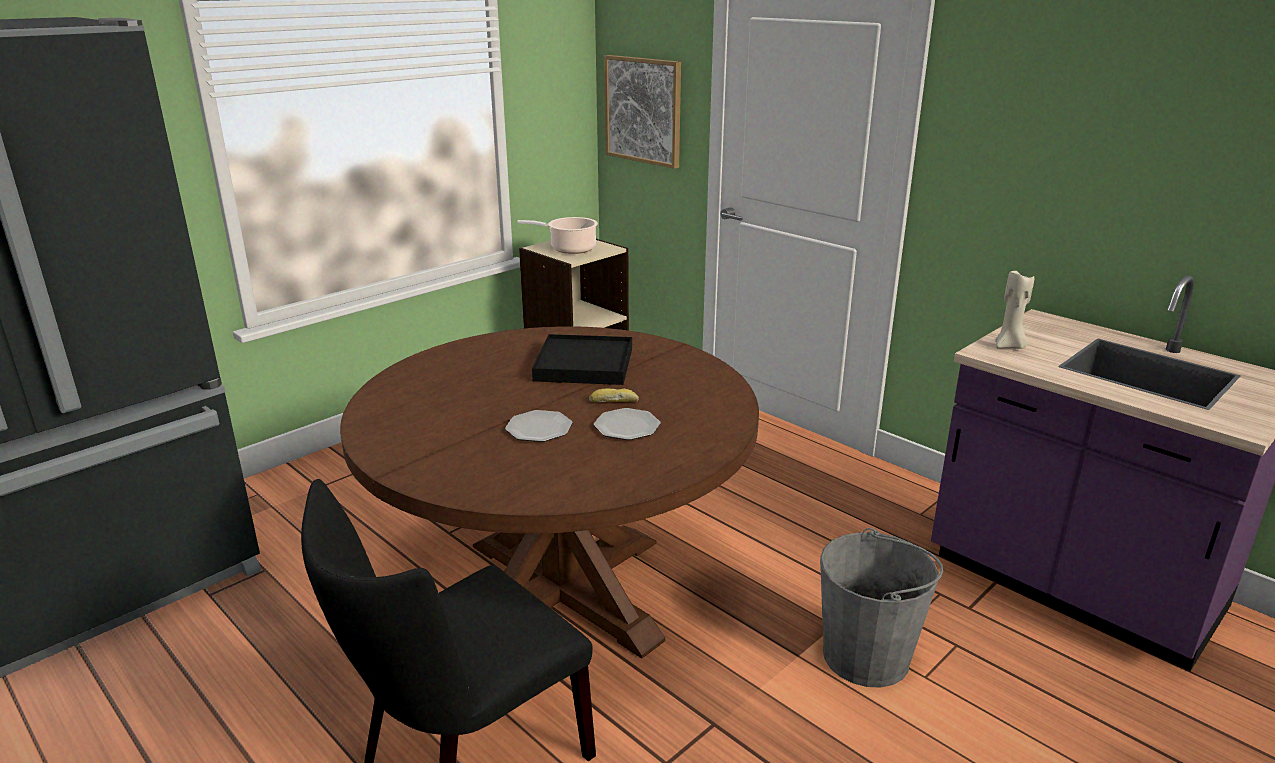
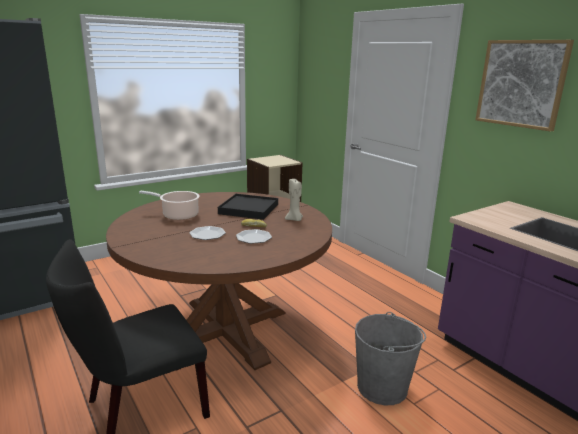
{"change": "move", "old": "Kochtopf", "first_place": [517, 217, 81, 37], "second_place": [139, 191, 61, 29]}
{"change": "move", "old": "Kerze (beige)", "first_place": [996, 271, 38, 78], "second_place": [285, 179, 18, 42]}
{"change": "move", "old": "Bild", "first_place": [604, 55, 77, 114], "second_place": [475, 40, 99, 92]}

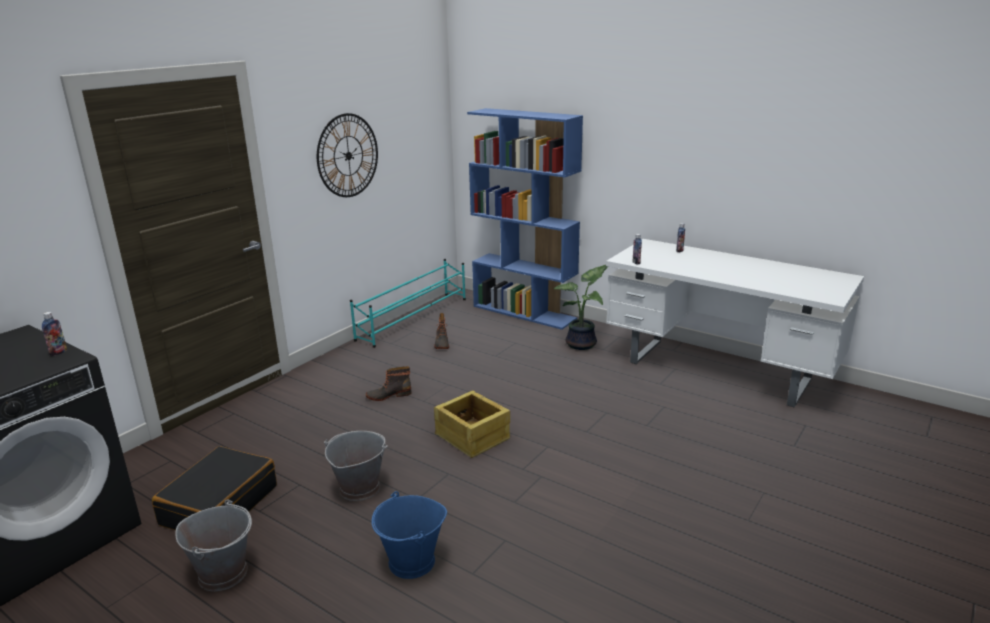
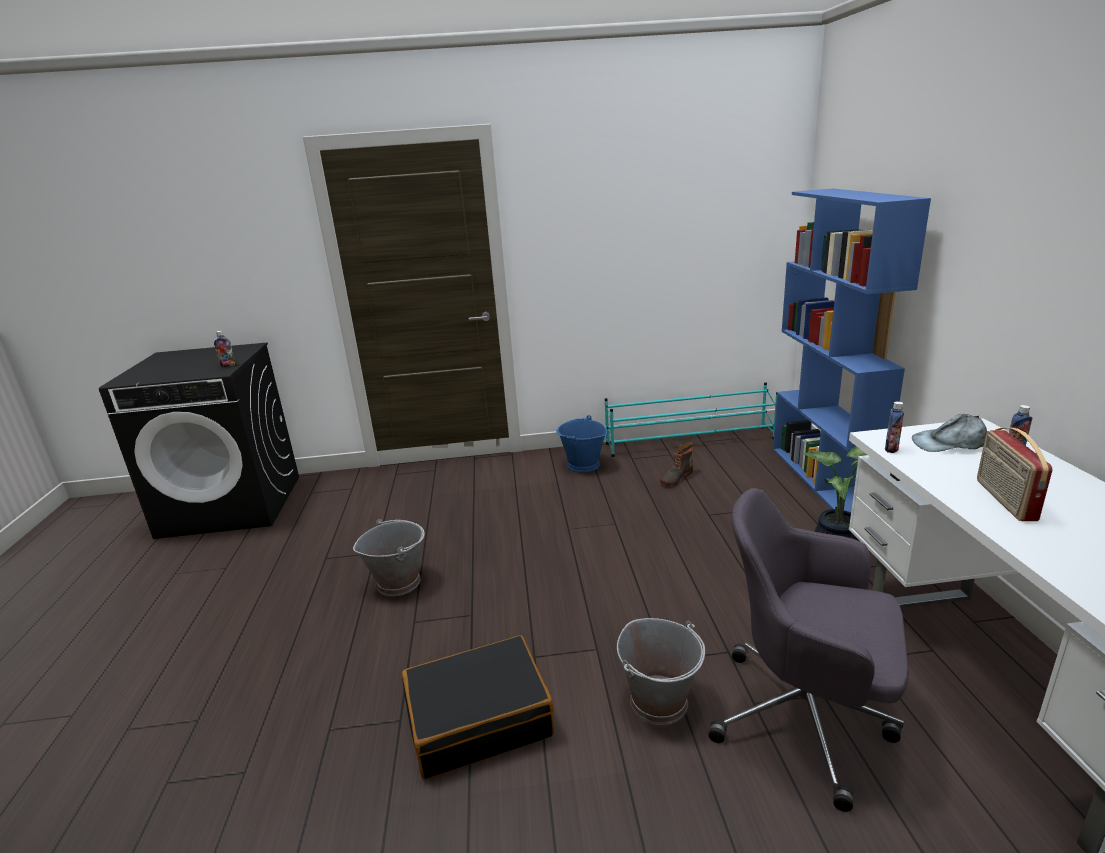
{"change": "move", "old": "Koffer (schwarz)", "first_place": [152, 446, 125, 84], "second_place": [402, 635, 152, 145]}
{"change": "move", "old": "Eimer (blau)", "first_place": [371, 491, 76, 88], "second_place": [557, 415, 50, 58]}
{"change": "move", "old": "Eimer (grau)", "first_place": [175, 499, 77, 92], "second_place": [617, 618, 88, 107]}
{"change": "insert", "new": "Bürostuhl (grau)", "second_place": [708, 488, 201, 324]}
{"change": "insert", "new": "Kappe (grau)", "second_place": [912, 414, 75, 38]}
{"change": "insert", "new": "Radio", "second_place": [977, 427, 75, 94]}
{"change": "delete", "old": "Wanduhr", "first_place": [317, 113, 61, 84]}
{"change": "delete", "old": "Stiefel", "first_place": [366, 366, 45, 35]}
{"change": "delete", "old": "Kiste", "first_place": [434, 390, 76, 68]}

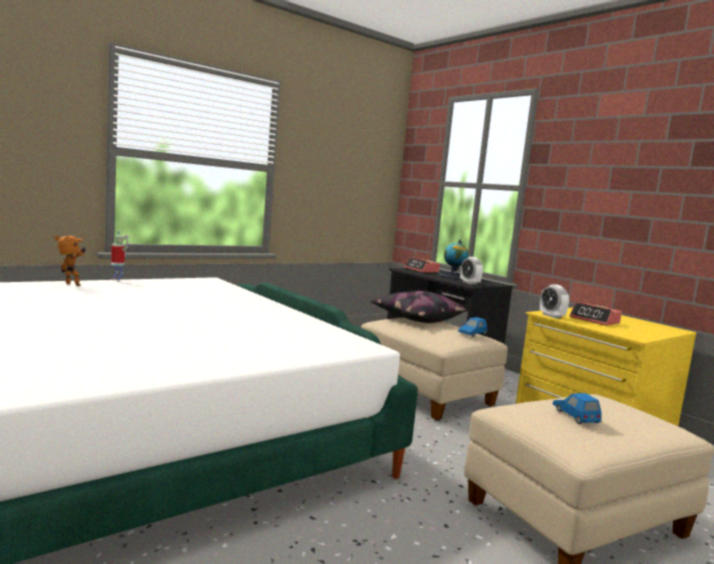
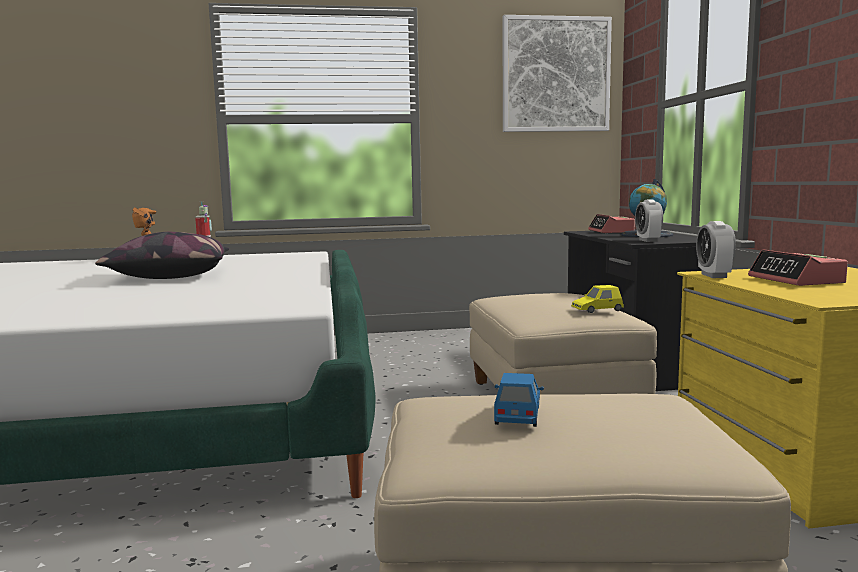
{"change": "move", "old": "Kissen", "first_place": [370, 291, 97, 32], "second_place": [95, 232, 134, 47]}
{"change": "insert", "new": "Bild", "second_place": [503, 15, 109, 117]}
{"change": "recolor", "old": "Spielzeugauto (blau)", "new": "Spielzeugauto (gelb)", "first_place": [458, 317, 29, 20], "second_place": [571, 285, 53, 28]}

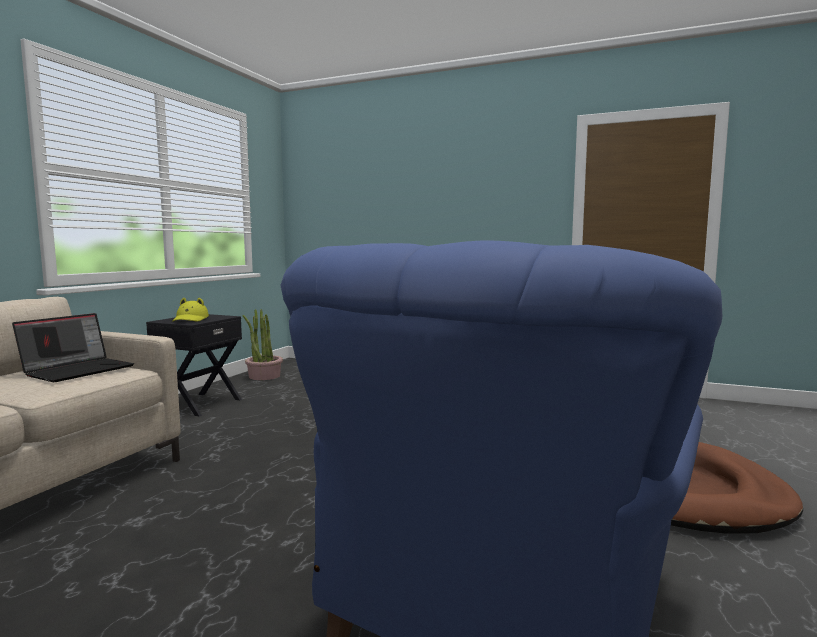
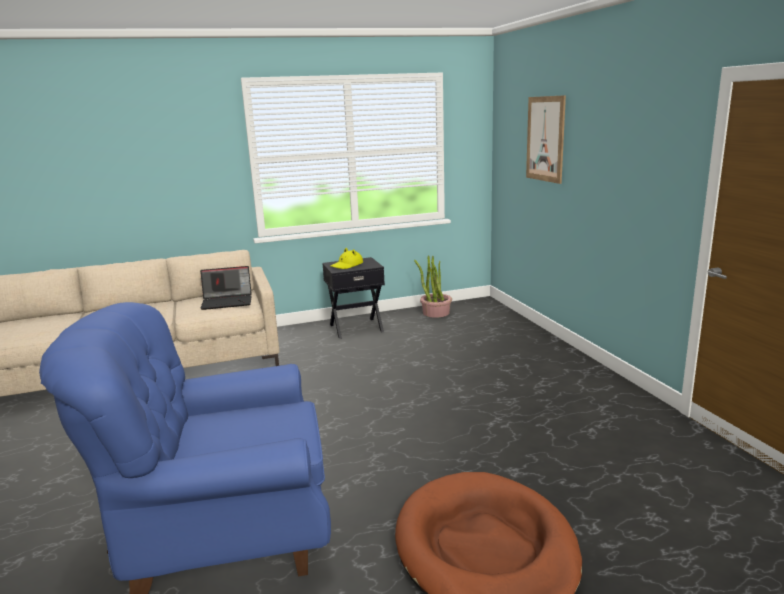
{"change": "insert", "new": "Bild", "second_place": [526, 95, 40, 89]}

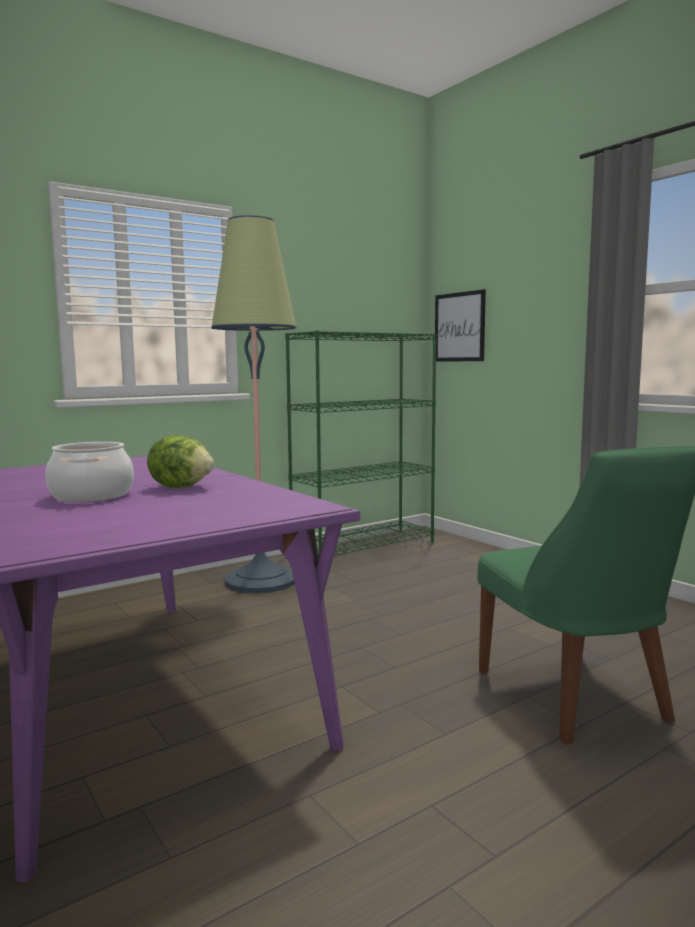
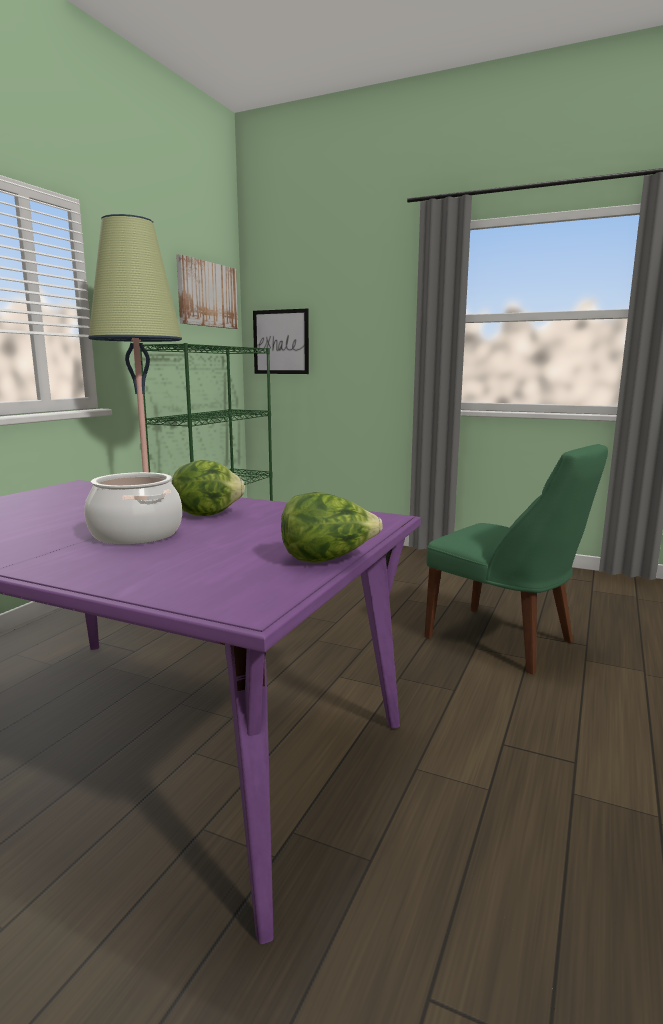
{"change": "insert", "new": "Bild", "second_place": [176, 254, 62, 75]}
{"change": "insert", "new": "Salatkopf", "second_place": [281, 492, 102, 71]}

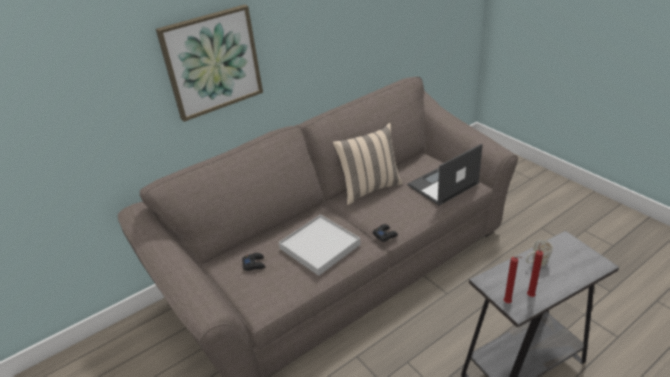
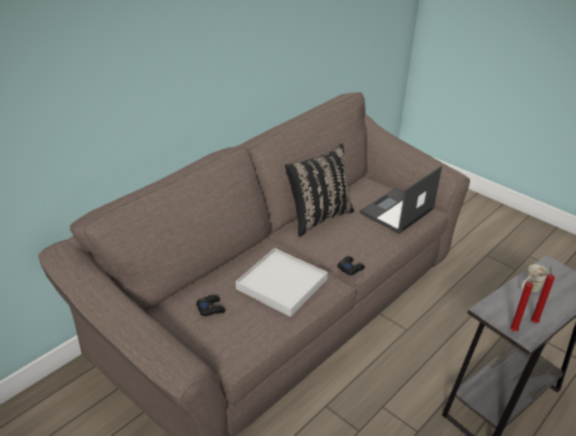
{"change": "recolor", "old": "Kissen (beige)", "new": "Kissen (schwarz)", "first_place": [332, 123, 71, 82], "second_place": [285, 143, 69, 94]}
{"change": "delete", "old": "Bild", "first_place": [156, 4, 107, 118]}

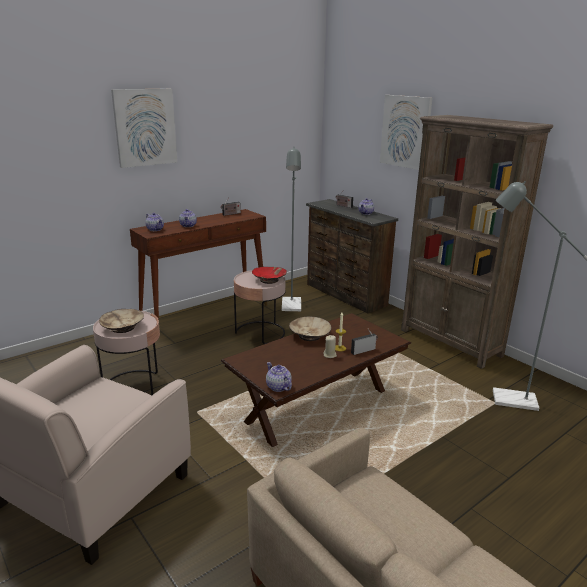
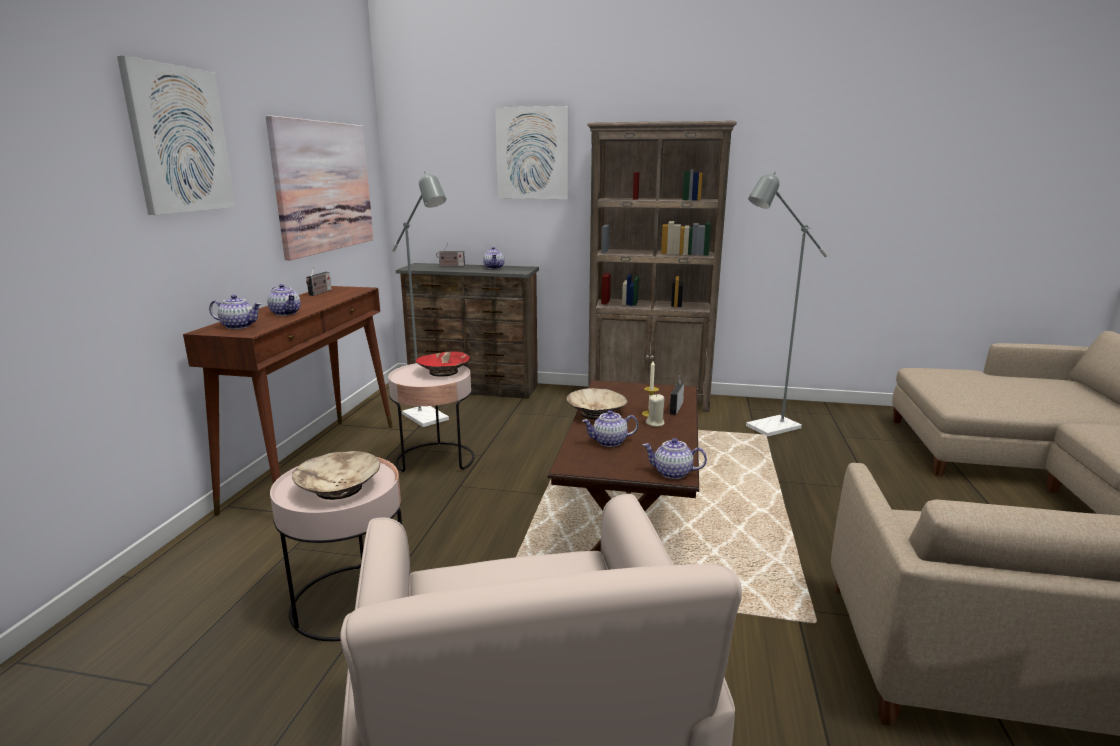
{"change": "insert", "new": "Bild", "second_place": [266, 116, 107, 144]}
{"change": "insert", "new": "Teekanne", "second_place": [582, 410, 56, 37]}

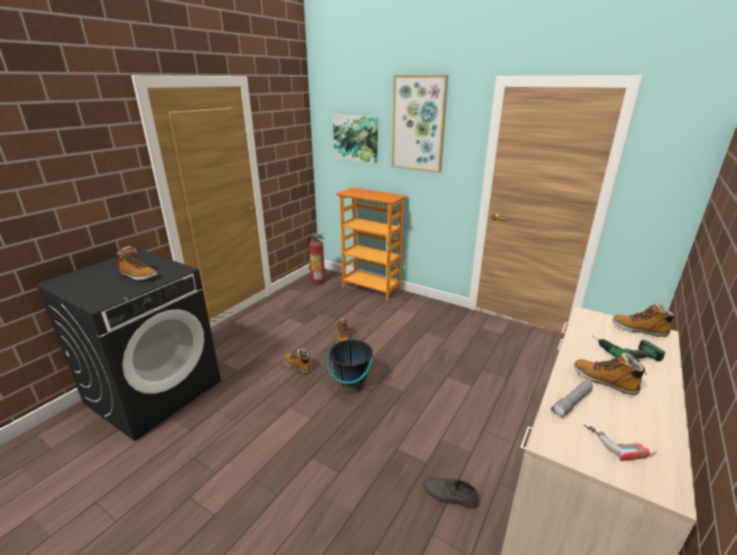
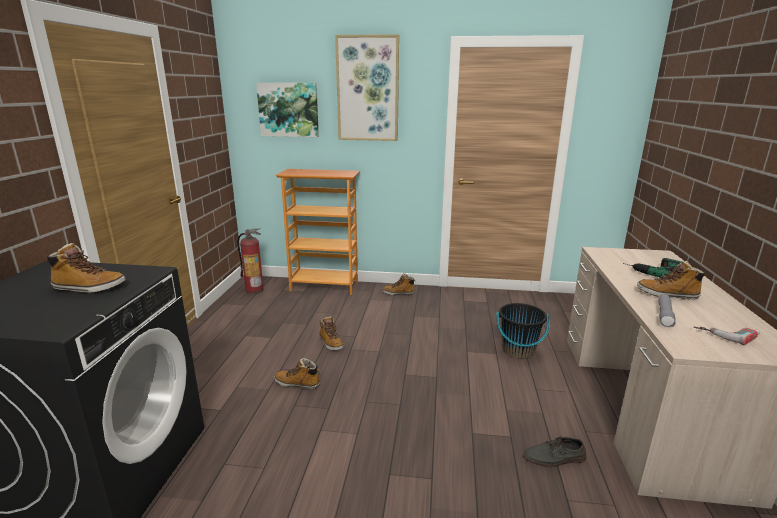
{"change": "move", "old": "Stiefel", "first_place": [612, 303, 63, 34], "second_place": [382, 273, 33, 22]}
{"change": "move", "old": "Eimer (schwarz)", "first_place": [327, 340, 46, 53], "second_place": [496, 303, 53, 56]}

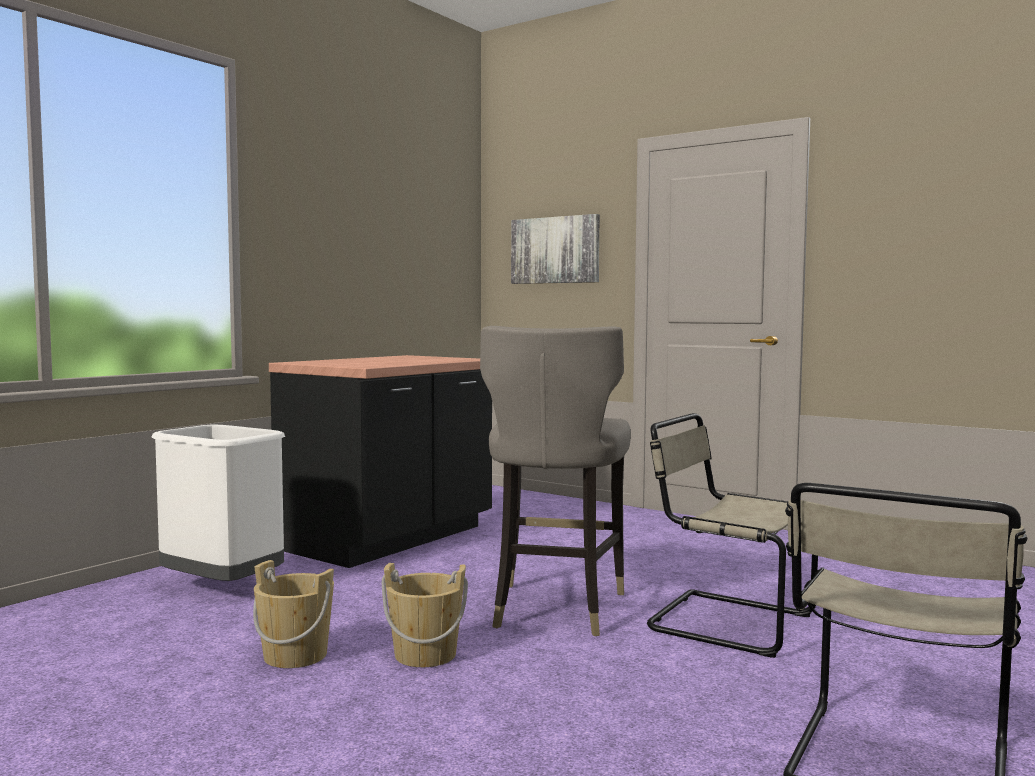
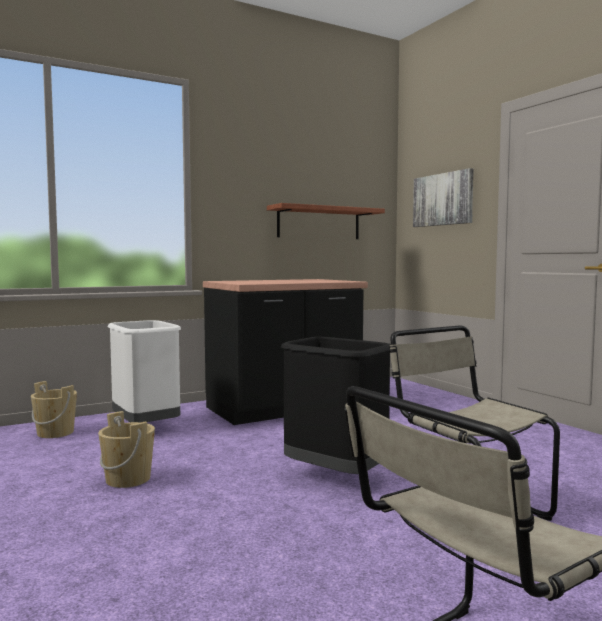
{"change": "move", "old": "Eimer (beige)", "first_place": [382, 563, 86, 104], "second_place": [31, 381, 46, 57]}
{"change": "insert", "new": "Wandregal", "second_place": [267, 203, 118, 36]}
{"change": "replace", "old": "Hocker (grau)", "new": "Mülleimer (schwarz)", "first_place": [480, 326, 151, 310], "second_place": [281, 337, 110, 137]}

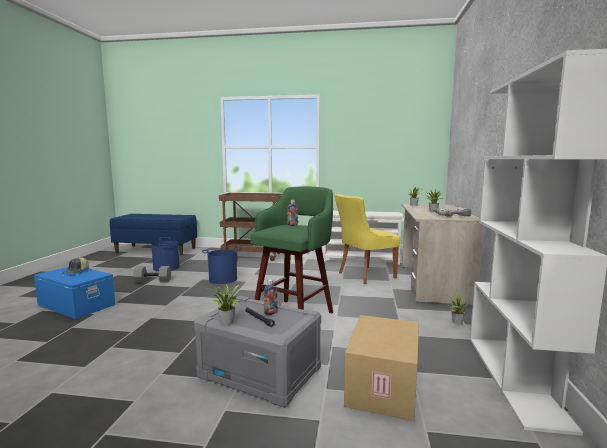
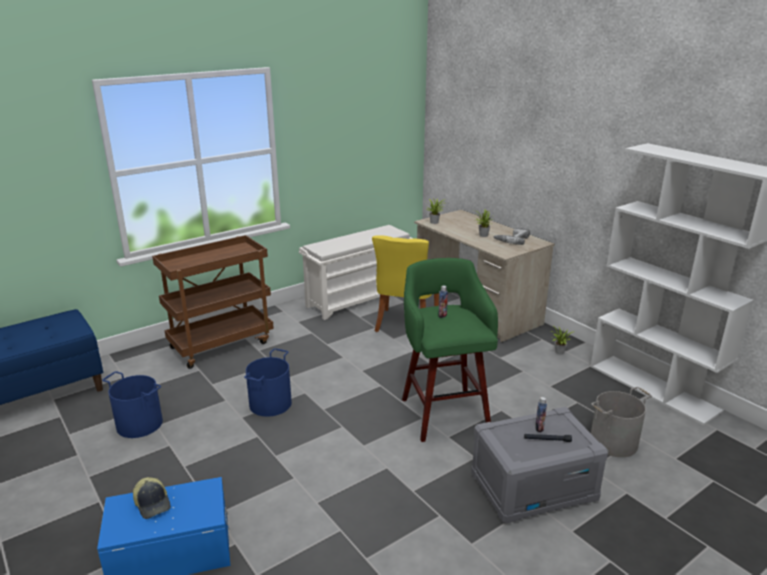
{"change": "replace", "old": "Karton", "new": "Eimer (grau)", "first_place": [344, 315, 75, 106], "second_place": [591, 387, 61, 70]}
{"change": "delete", "old": "Hantel (grau)", "first_place": [133, 266, 38, 17]}
{"change": "delete", "old": "Topfpflanze", "first_place": [208, 283, 31, 42]}

